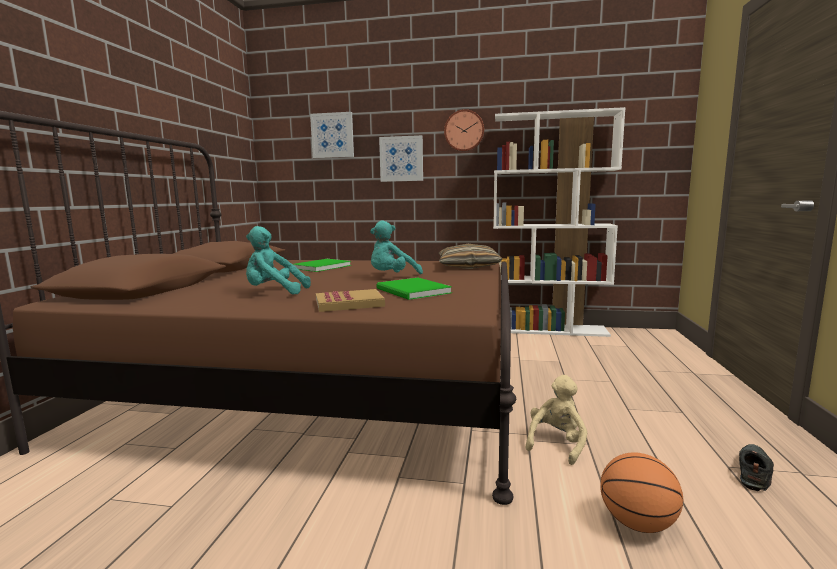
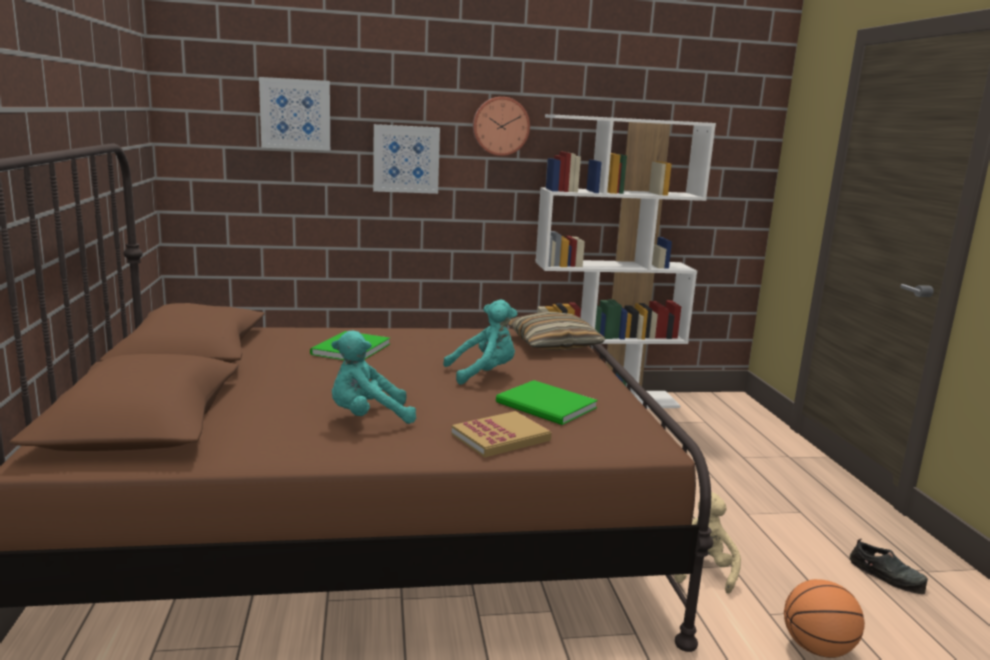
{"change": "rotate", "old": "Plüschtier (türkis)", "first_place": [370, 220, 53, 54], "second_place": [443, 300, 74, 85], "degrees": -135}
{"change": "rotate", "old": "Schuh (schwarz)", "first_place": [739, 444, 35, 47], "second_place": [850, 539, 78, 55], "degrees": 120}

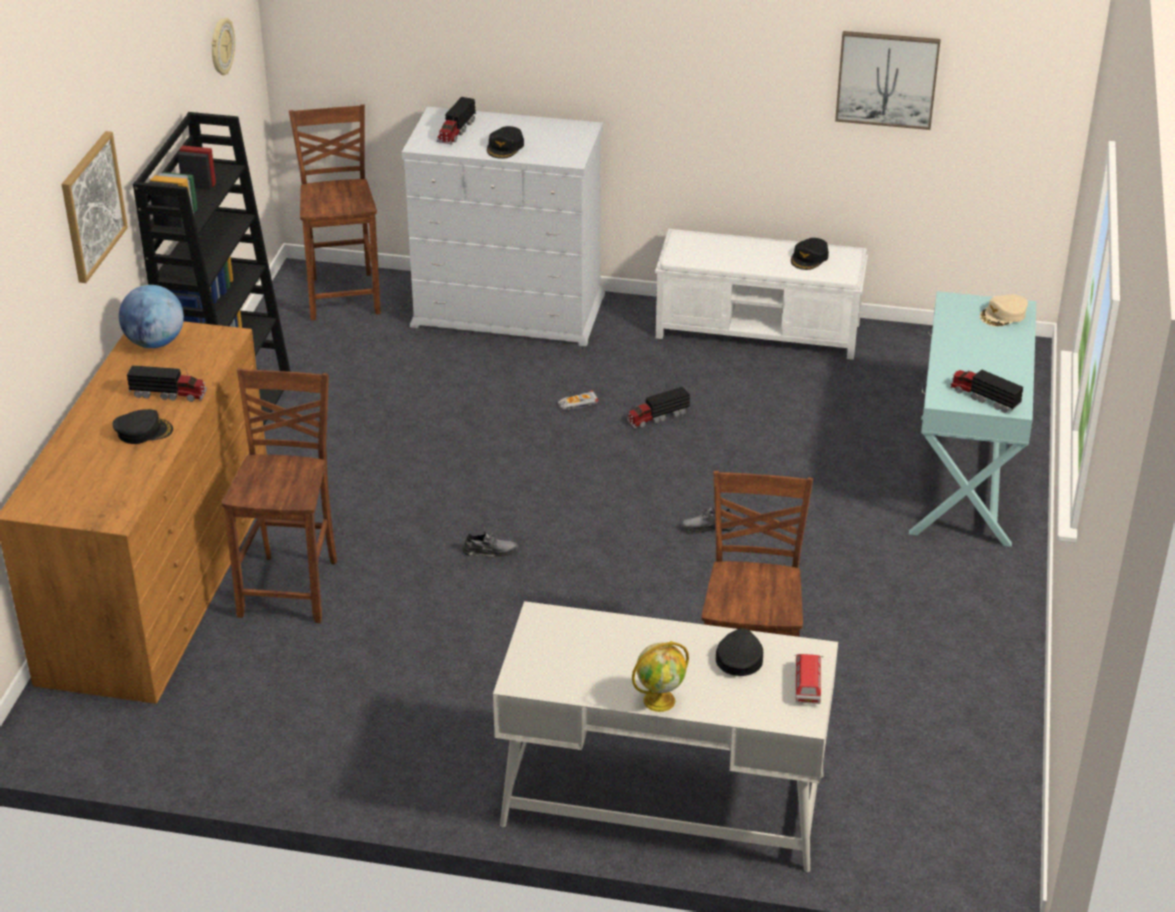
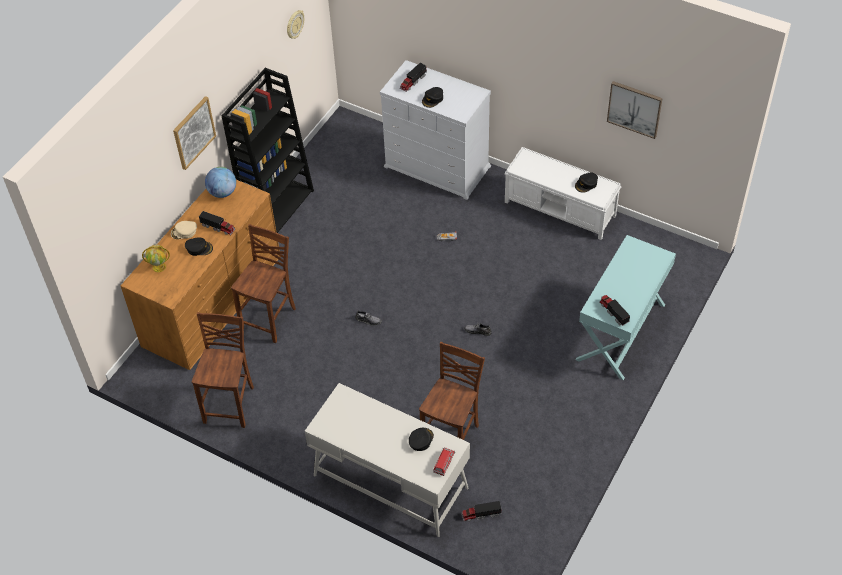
{"change": "move", "old": "Globus", "first_place": [632, 641, 57, 71], "second_place": [142, 245, 28, 27]}
{"change": "move", "old": "Kappe (beige)", "first_place": [980, 294, 48, 33], "second_place": [171, 221, 26, 18]}
{"change": "move", "old": "Stuhl (braun)", "first_place": [289, 104, 92, 217], "second_place": [192, 312, 62, 116]}
{"change": "move", "old": "Spielzeuglaster", "first_place": [627, 387, 63, 42], "second_place": [461, 501, 40, 20]}

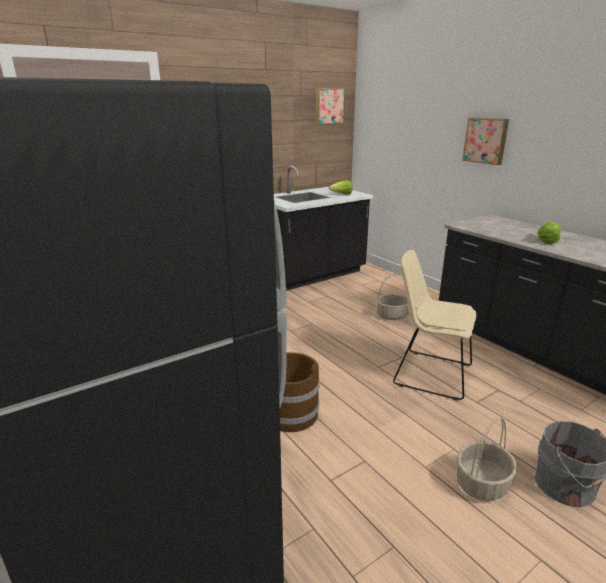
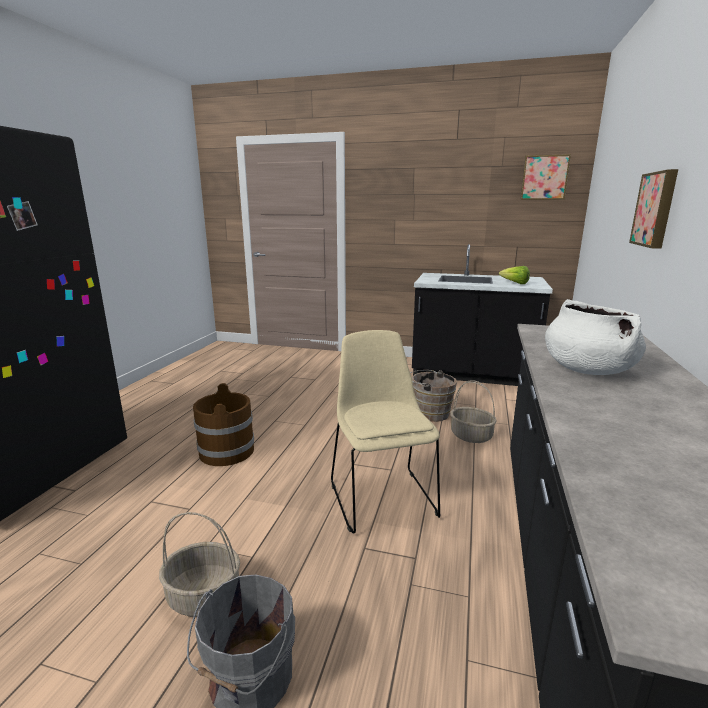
{"change": "insert", "new": "Eimer (braun)", "second_place": [410, 370, 47, 52]}
{"change": "replace", "old": "Salatkopf", "new": "Kochtopf (weiß)", "first_place": [537, 222, 24, 22], "second_place": [545, 299, 101, 76]}

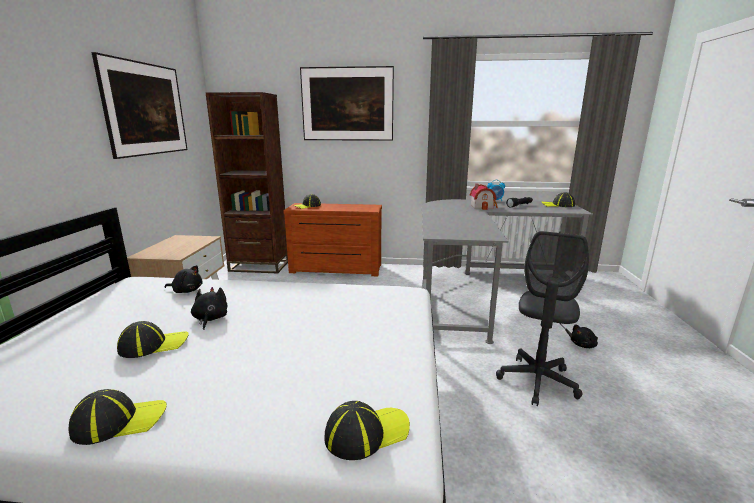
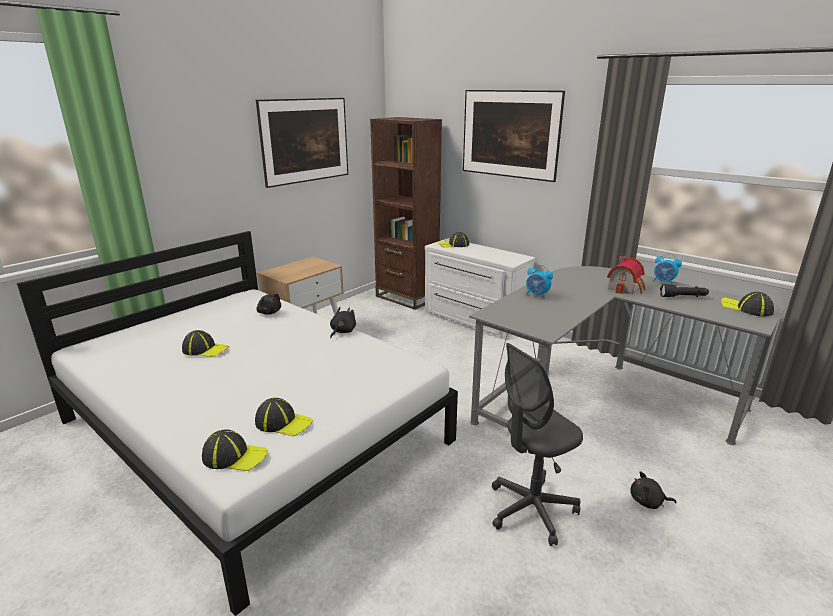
{"change": "move", "old": "Kappe", "first_place": [68, 389, 99, 56], "second_place": [255, 398, 58, 38]}
{"change": "move", "old": "Plüschtier (schwarz)", "first_place": [191, 287, 36, 43], "second_place": [330, 307, 26, 31]}
{"change": "recolor", "old": "Kommode (braun)", "new": "Kommode (weiß)", "first_place": [283, 203, 99, 73], "second_place": [425, 238, 110, 102]}
{"change": "insert", "new": "Wecker", "second_place": [526, 265, 27, 33]}

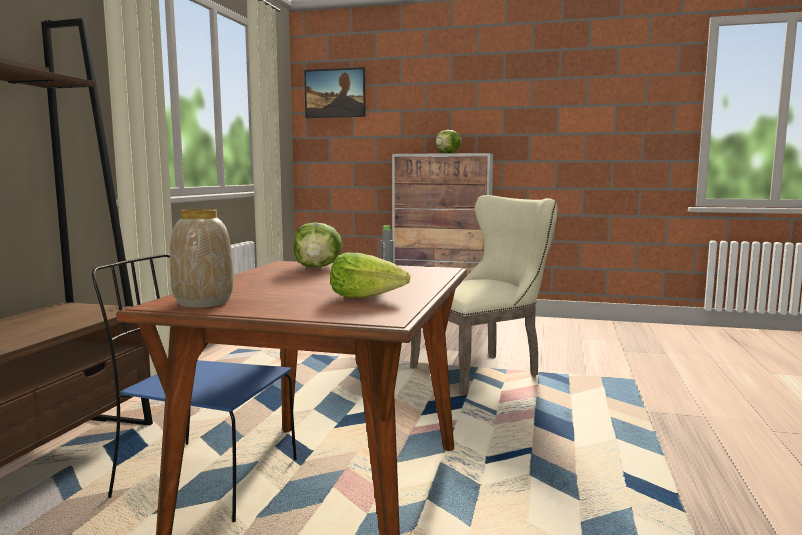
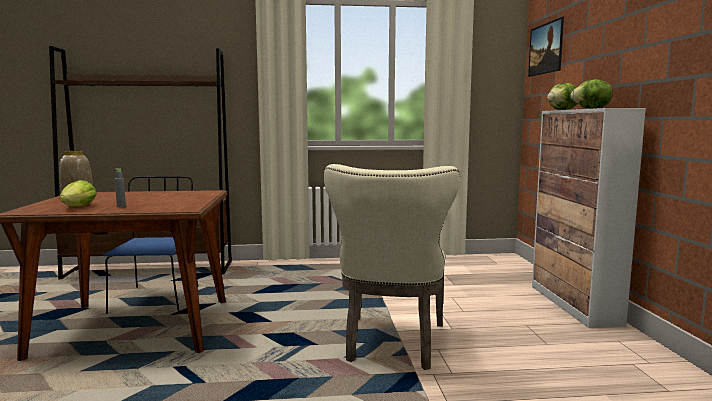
{"change": "rotate", "old": "Stuhl (beige)", "first_place": [410, 195, 147, 201], "second_place": [324, 164, 136, 206], "degrees": 60}
{"change": "move", "old": "Salatkopf", "first_place": [293, 222, 50, 46], "second_place": [547, 83, 31, 27]}

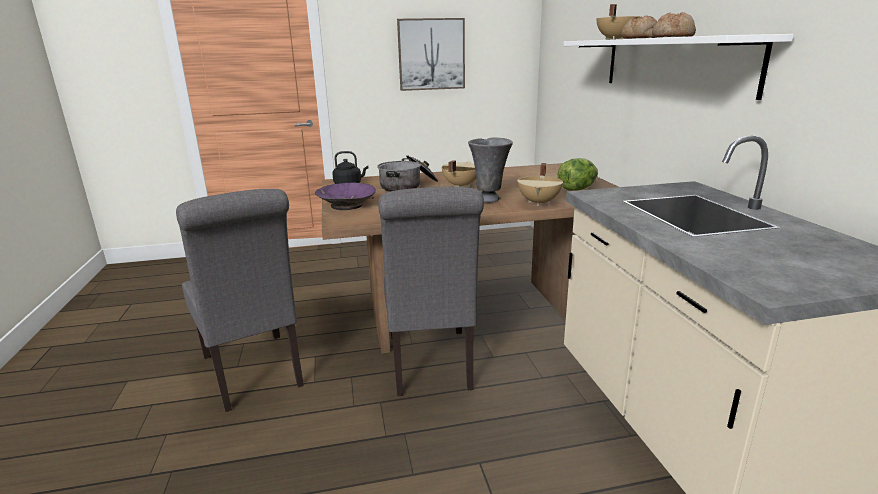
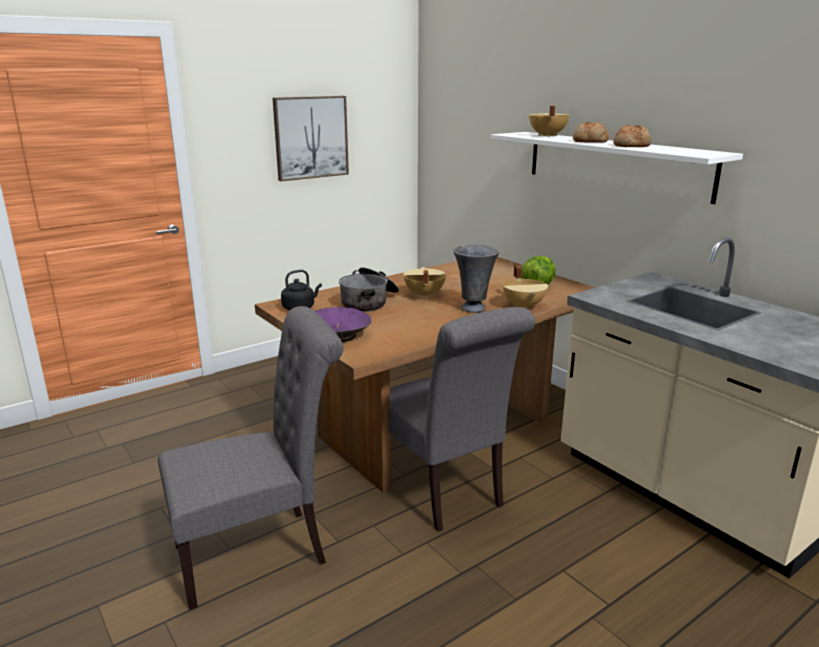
{"change": "rotate", "old": "Stuhl (grau)", "first_place": [176, 189, 128, 223], "second_place": [158, 306, 185, 304], "degrees": -60}

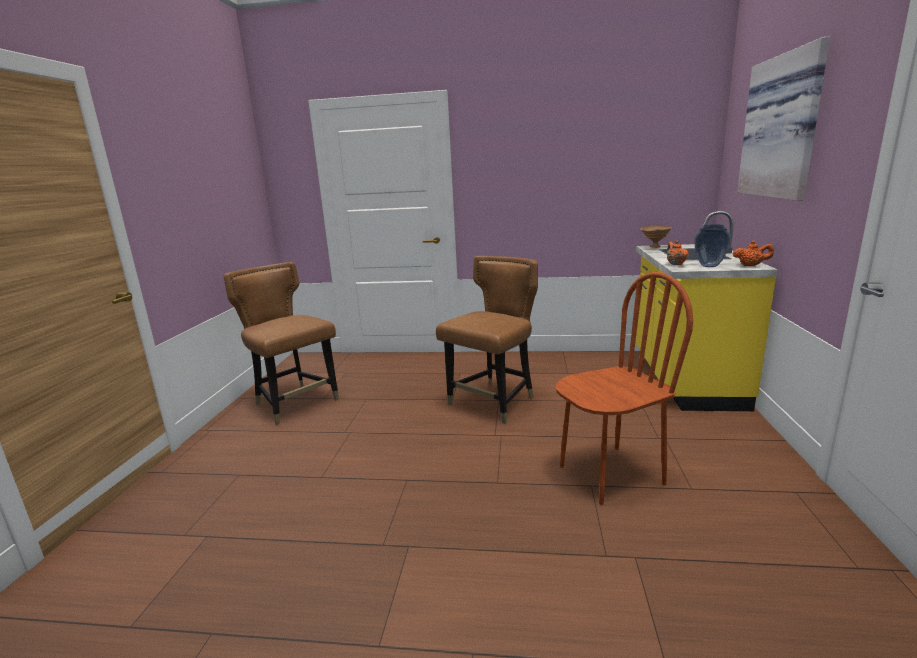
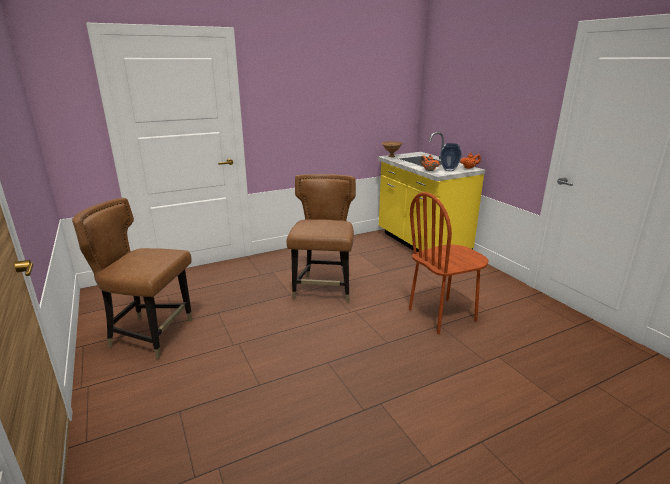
{"change": "rotate", "old": "Stuhl (braun)", "first_place": [556, 272, 137, 233], "second_place": [409, 192, 80, 143], "degrees": -150}
{"change": "delete", "old": "Bild", "first_place": [737, 37, 93, 164]}

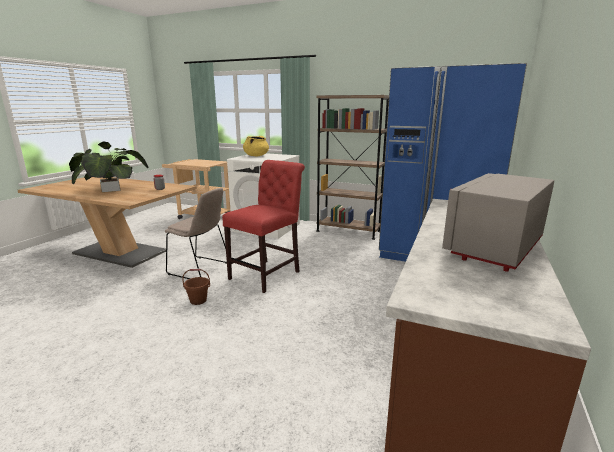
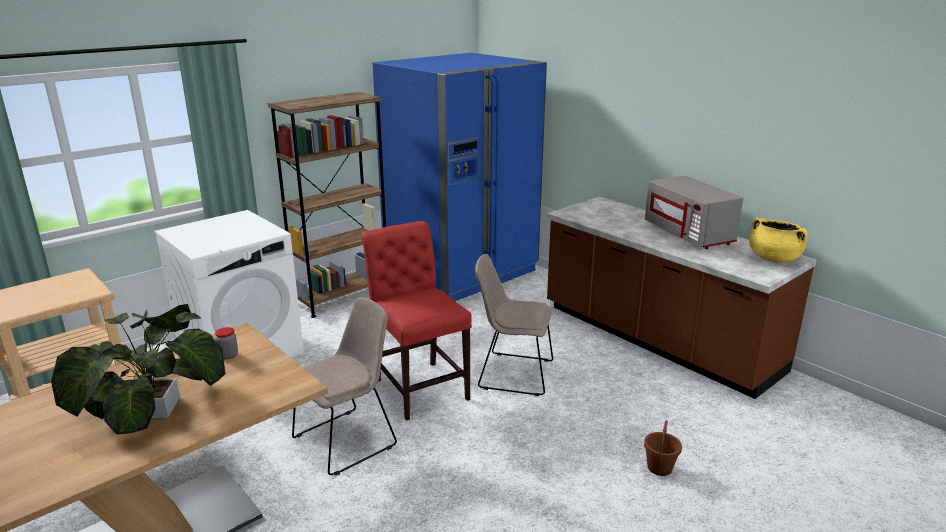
{"change": "insert", "new": "Stuhl (beige)", "second_place": [475, 254, 78, 142]}
{"change": "move", "old": "Eimer (braun)", "first_place": [182, 269, 28, 36], "second_place": [644, 420, 38, 56]}
{"change": "move", "old": "Kochtopf (gelb)", "first_place": [243, 136, 26, 20], "second_place": [749, 218, 59, 45]}

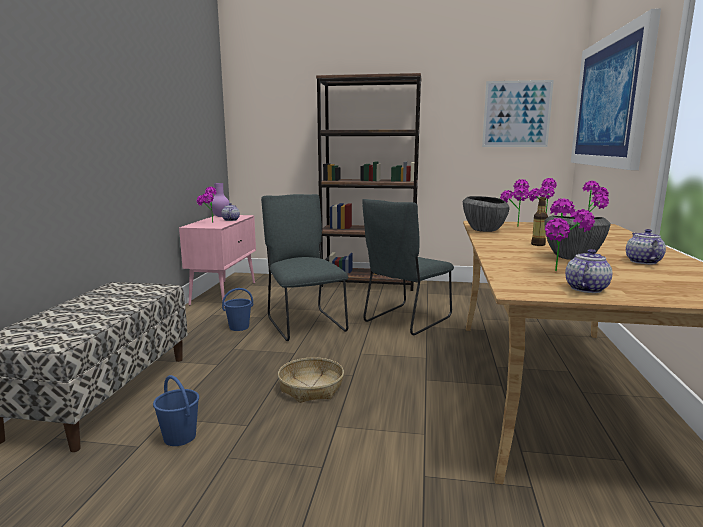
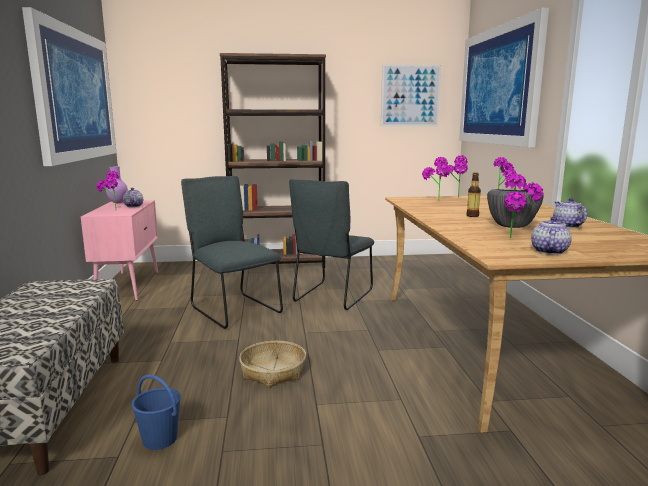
{"change": "insert", "new": "Bild", "second_place": [22, 7, 94, 159]}
{"change": "delete", "old": "Eimer (blau)", "first_place": [222, 288, 31, 43]}
{"change": "delete", "old": "Schüssel", "first_place": [463, 196, 47, 36]}

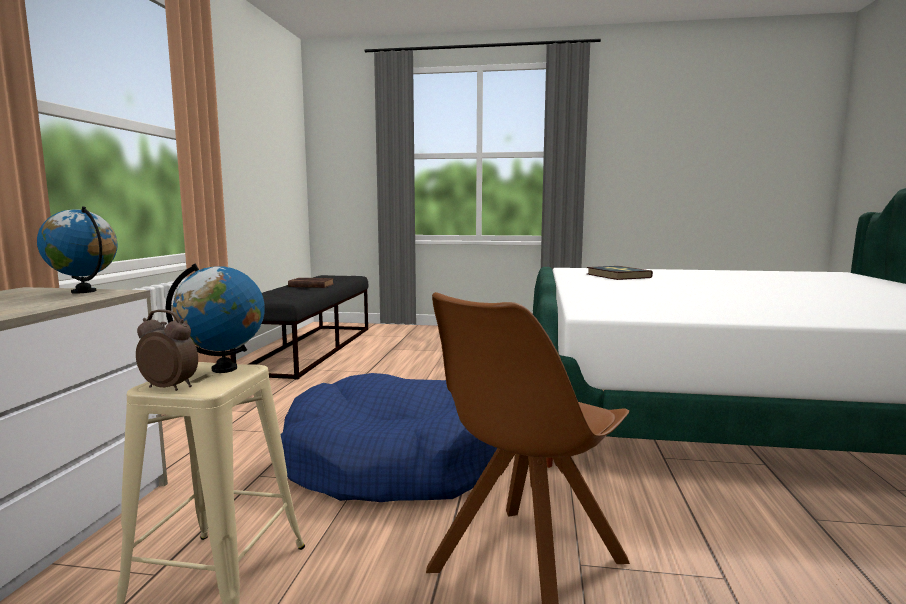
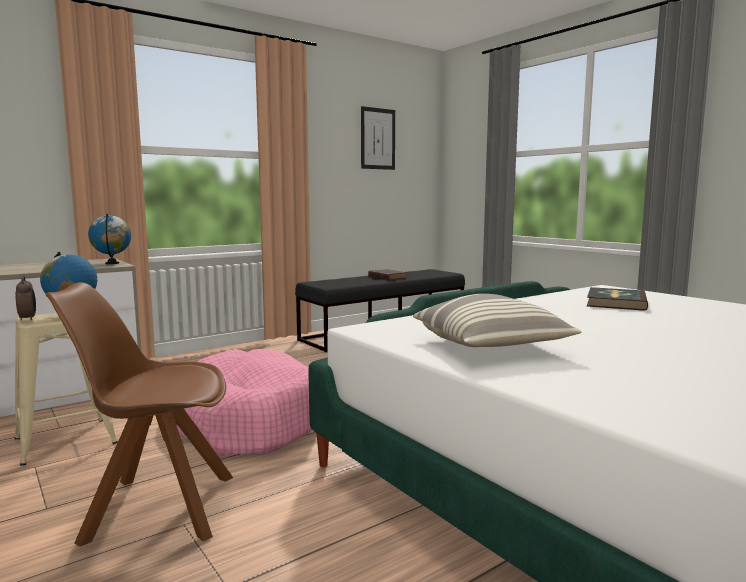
{"change": "recolor", "old": "Hundebett (blau)", "new": "Hundebett (rosa)", "first_place": [280, 373, 217, 129], "second_place": [176, 349, 136, 107]}
{"change": "insert", "new": "Bild", "second_place": [361, 106, 34, 64]}
{"change": "insert", "new": "Kissen", "second_place": [413, 294, 168, 53]}

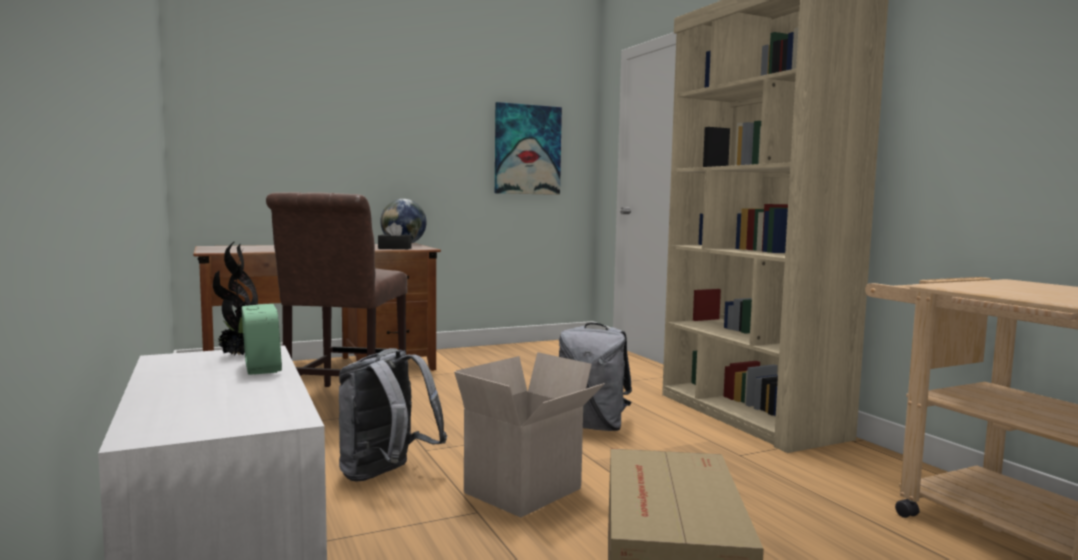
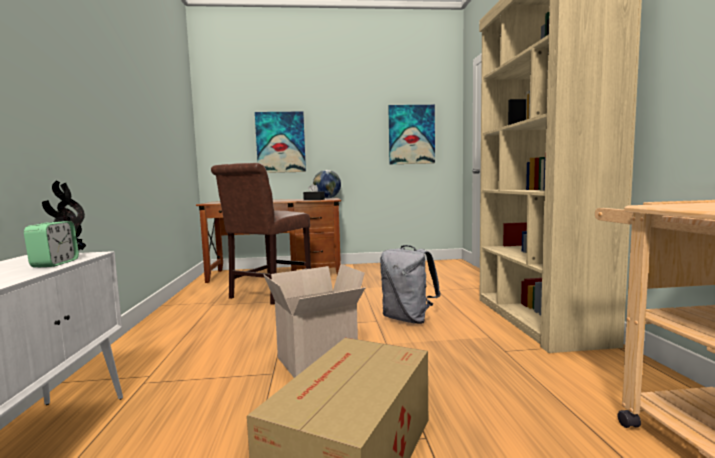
{"change": "insert", "new": "Bild", "second_place": [255, 111, 51, 62]}
{"change": "delete", "old": "Rucksack (grau)", "first_place": [339, 348, 108, 134]}

